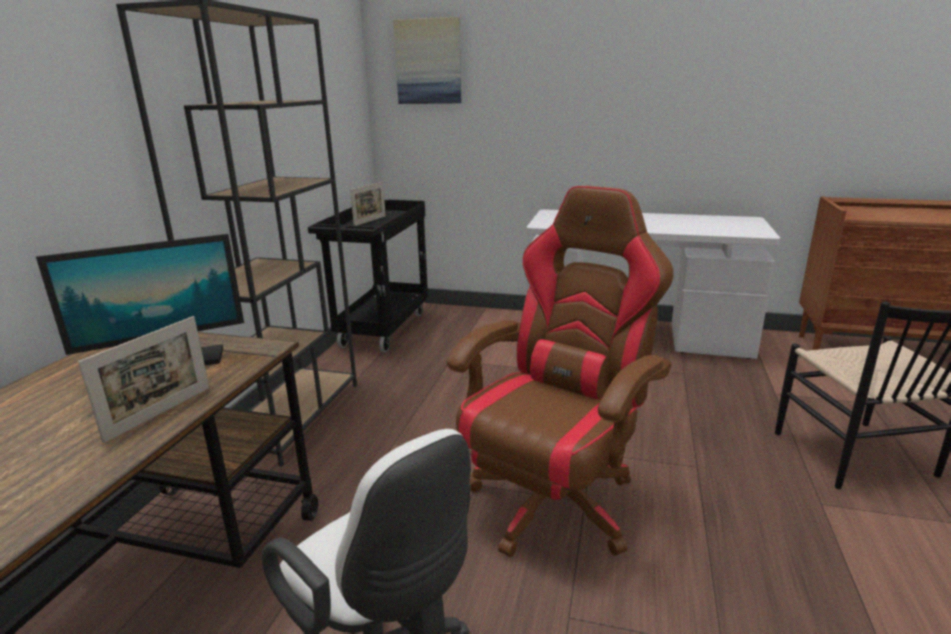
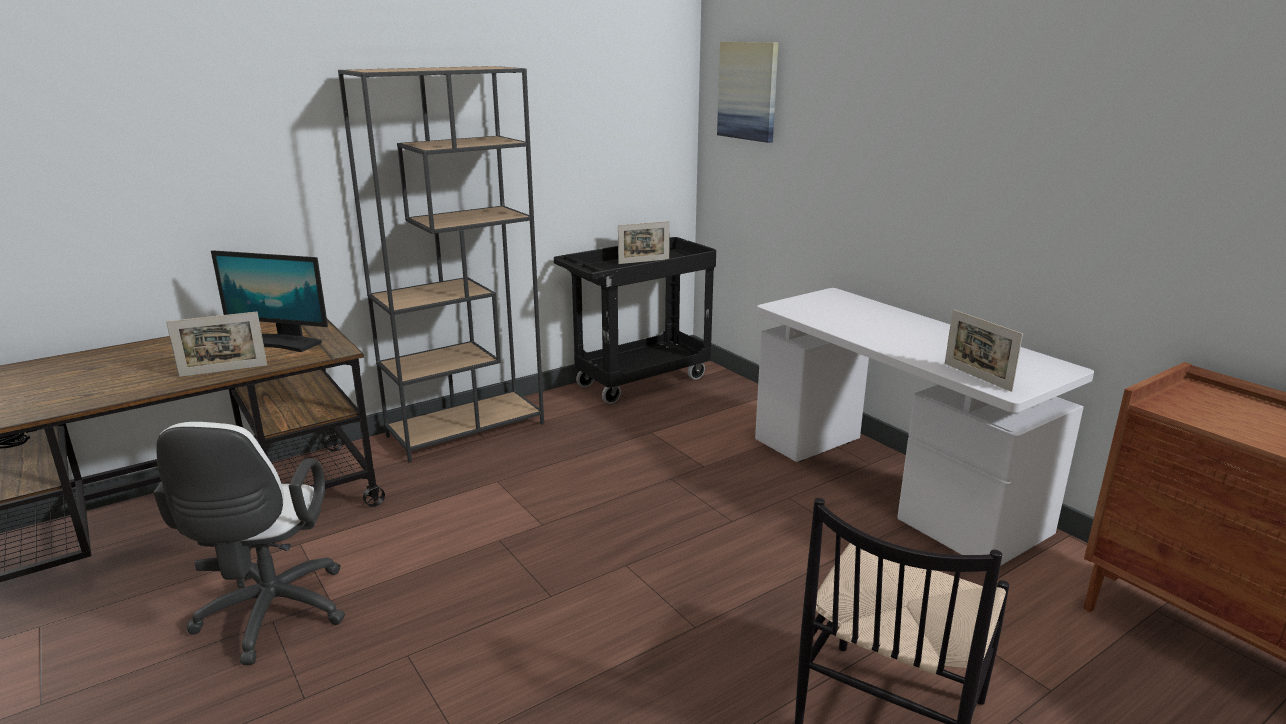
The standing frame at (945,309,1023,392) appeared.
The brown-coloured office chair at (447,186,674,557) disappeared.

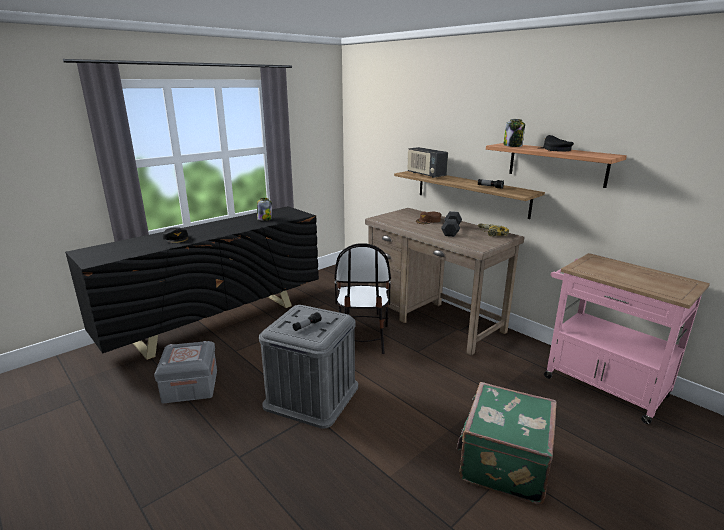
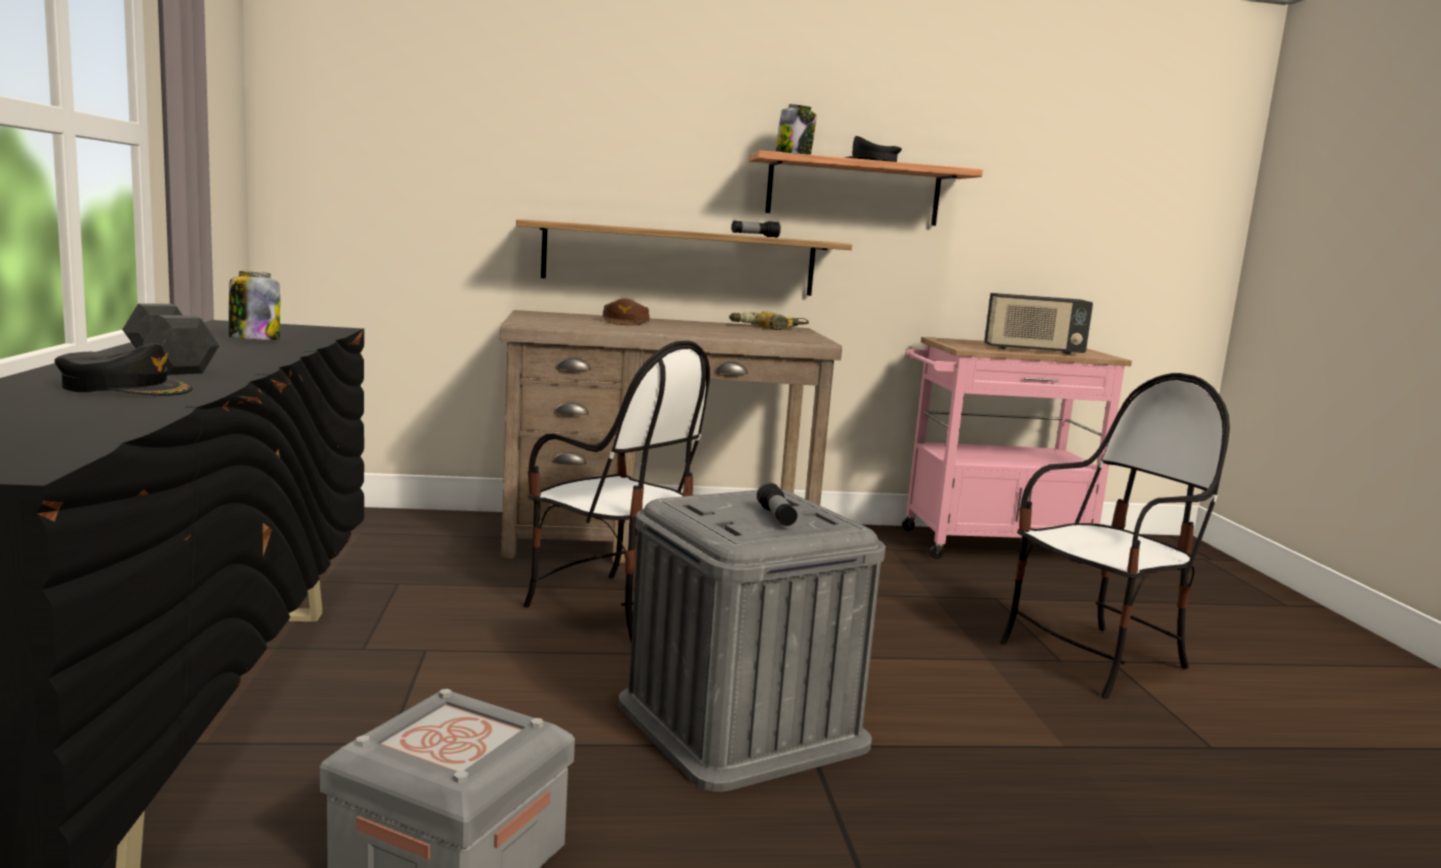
The gray free weight moved from (441,211,462,237) to (122,303,219,375).
The radio moved from (407,147,448,178) to (984,293,1093,355).
The green-coloured travel case at (457,382,557,505) was replaced by the chair at (1000,373,1230,699).

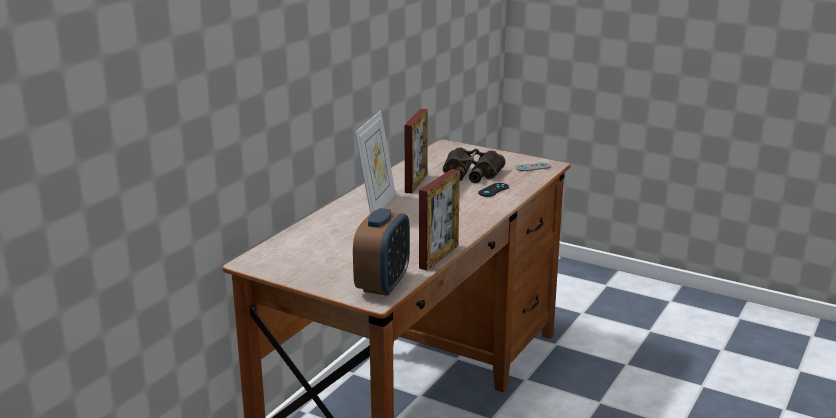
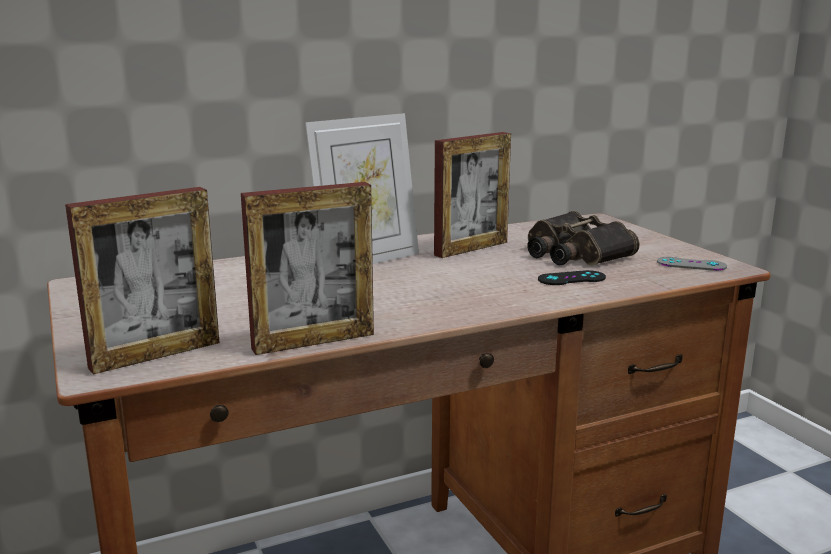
The alarm clock at (353,208,410,296) was replaced by the standing frame at (65,187,220,374).

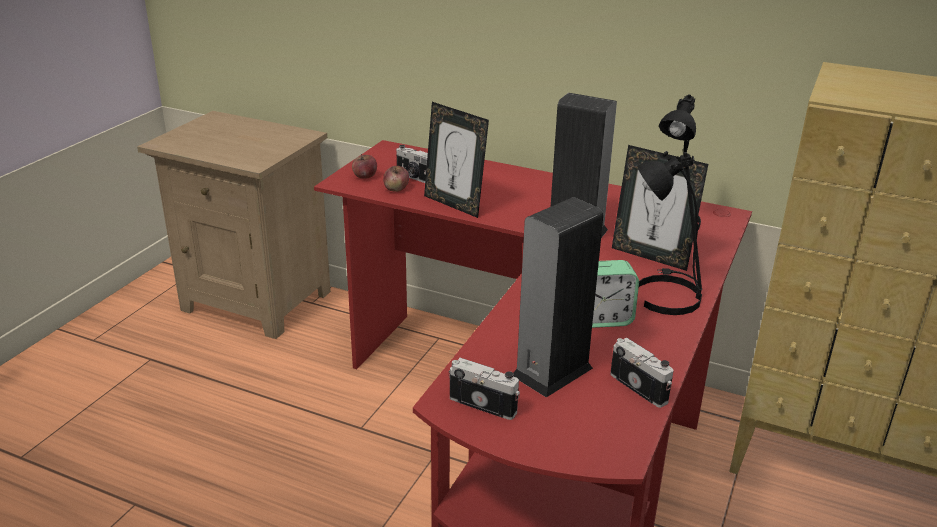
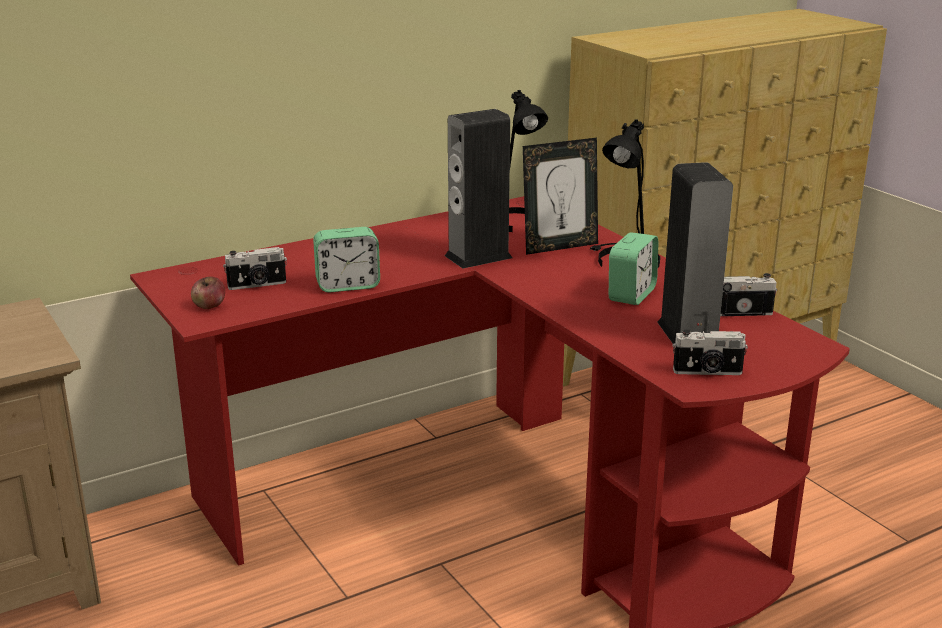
The standing frame at (424,102,489,218) was replaced by the alarm clock at (313,227,380,292).
The still camera at (449,358,520,420) turned 150 degrees counterclockwise.
The whole apple at (383,166,409,192) disappeared.

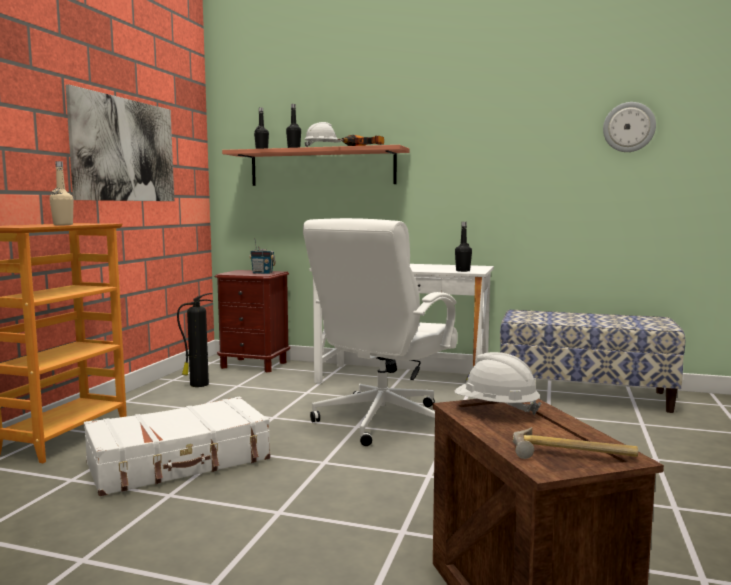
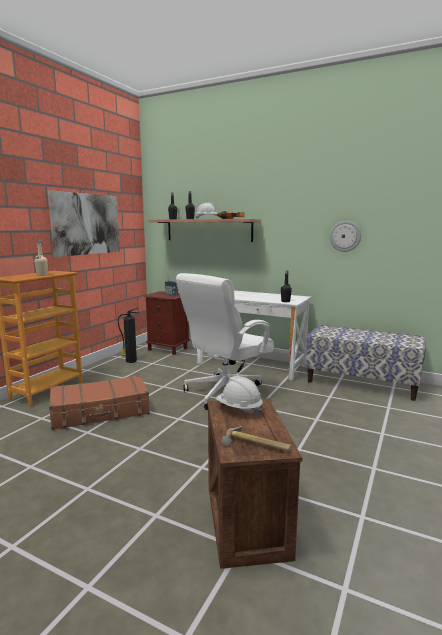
The white travel case at (84,396,270,496) became the brown-coloured travel case at (49,375,150,430).
The clock on the wall moved from (603,102,656,152) to (330,221,361,252).

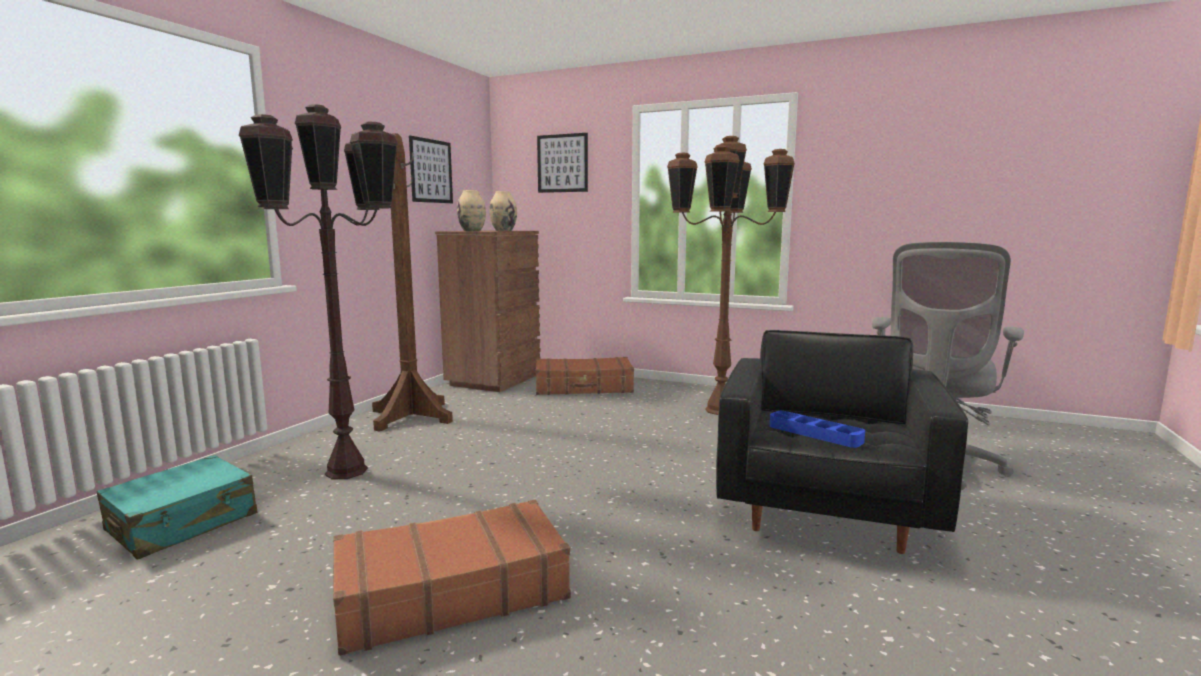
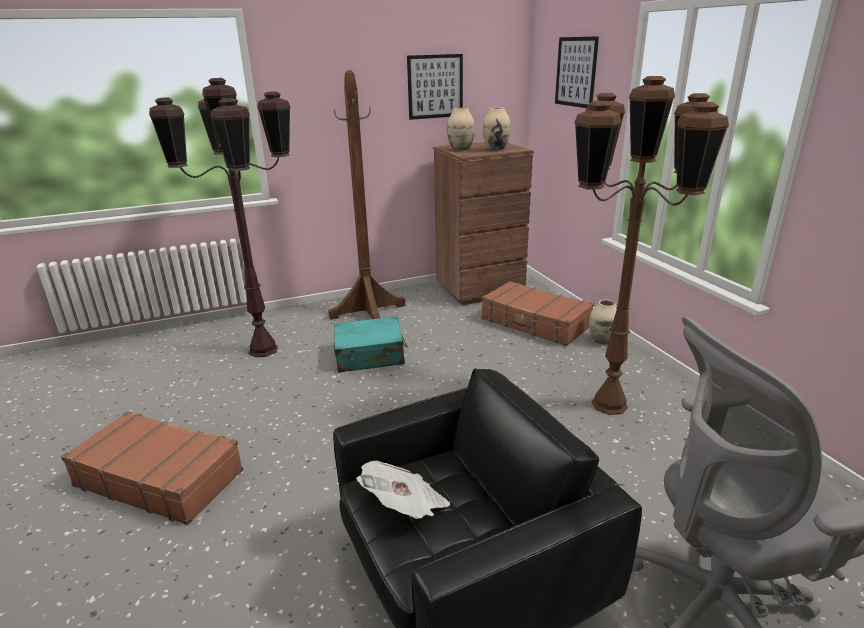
The blue-green travel case moved from (97,455,257,559) to (334,316,408,373).
The bluish tray at (770,411,865,448) was replaced by the newspaper at (356,460,450,519).
The sand-coloured flower vase at (589,300,617,344) appeared.

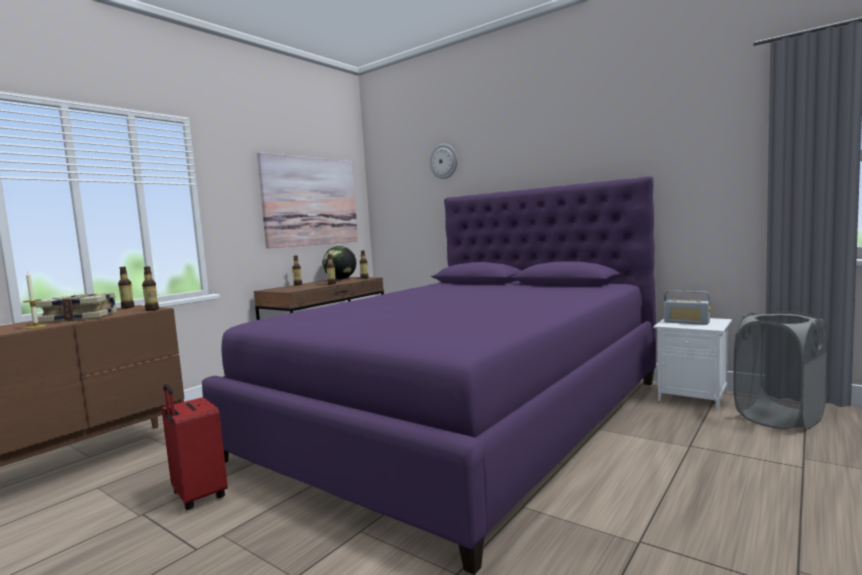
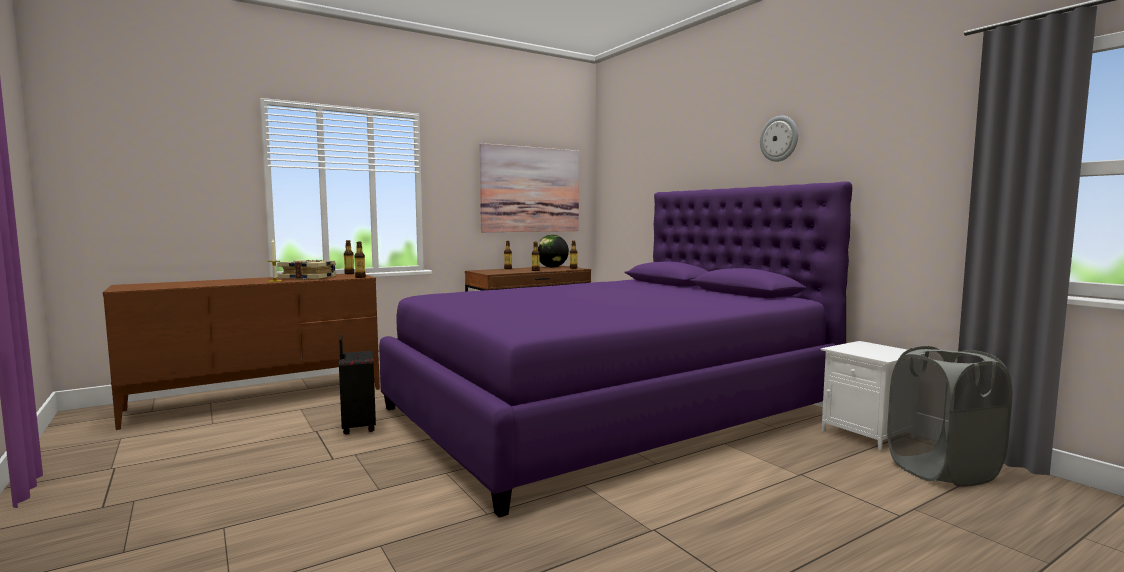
The red travel case at (162,384,228,510) became the blackish travel case at (339,335,376,435).
The clock on the wall moved from (429,144,458,179) to (760,116,798,162).
The radio at (664,291,711,325) disappeared.

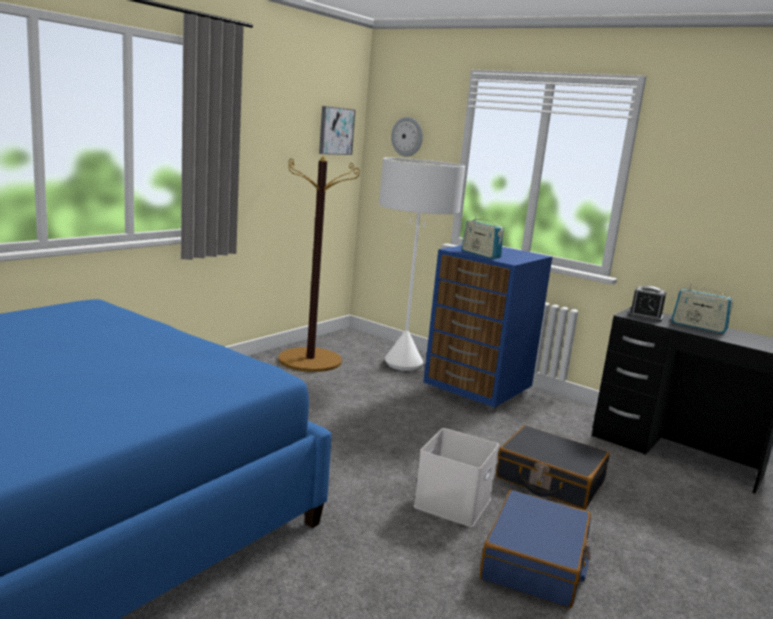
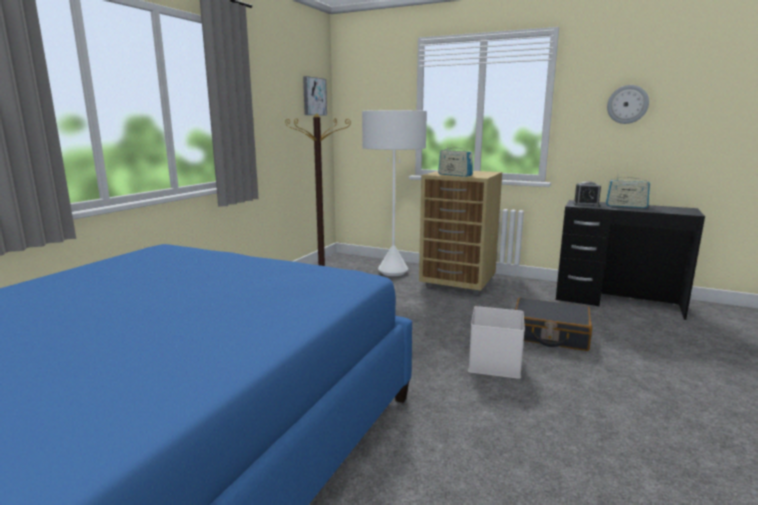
The bluish drawer chest at (424,245,552,412) became the brown-coloured drawer chest at (419,171,502,295).
The clock on the wall moved from (391,117,423,157) to (607,85,649,124).
The bluish travel case at (480,490,591,609) disappeared.

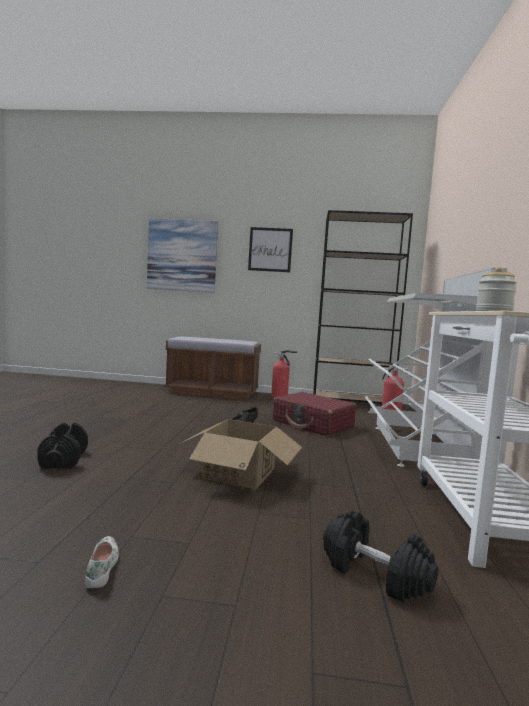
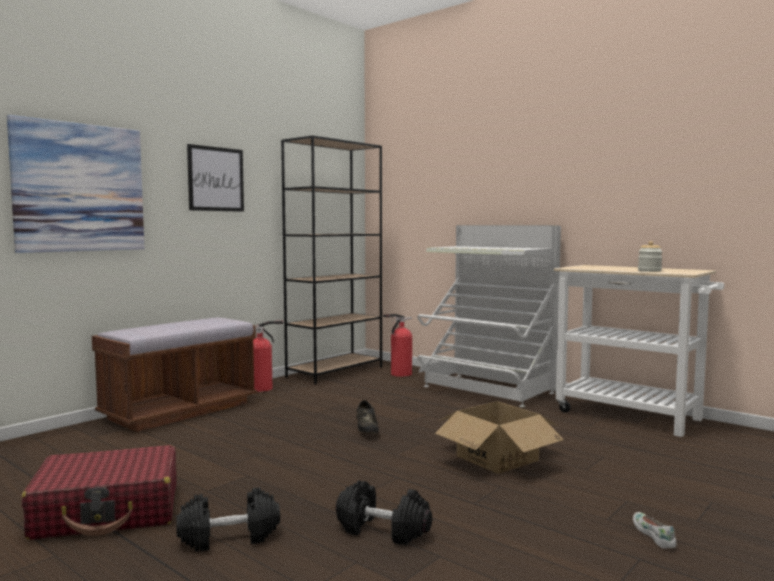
The red travel case moved from (273,392,356,436) to (21,445,177,540).
The blackish free weight moved from (323,511,438,602) to (176,487,280,552).
The white low shoe at (85,536,119,588) turned 60 degrees clockwise.

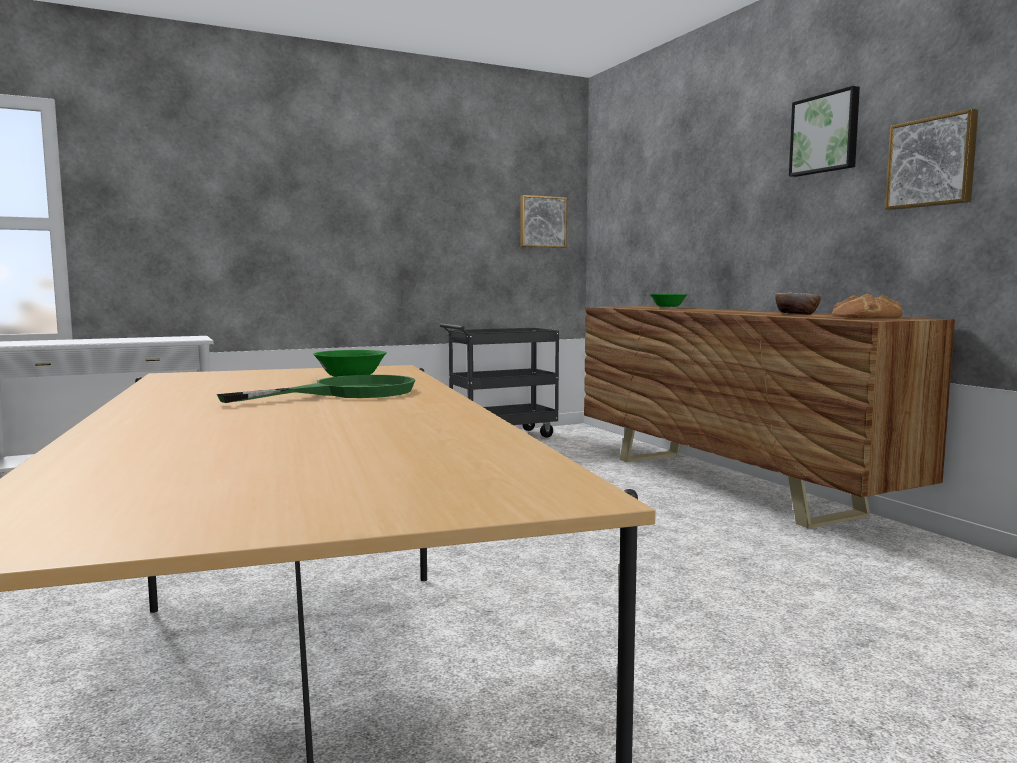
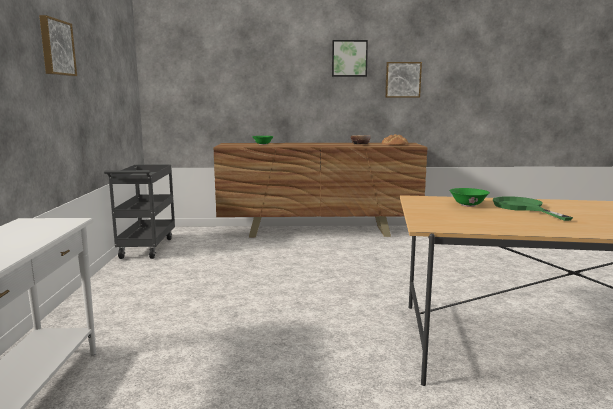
The wall picture moved from (520,195,567,248) to (39,15,77,76).

